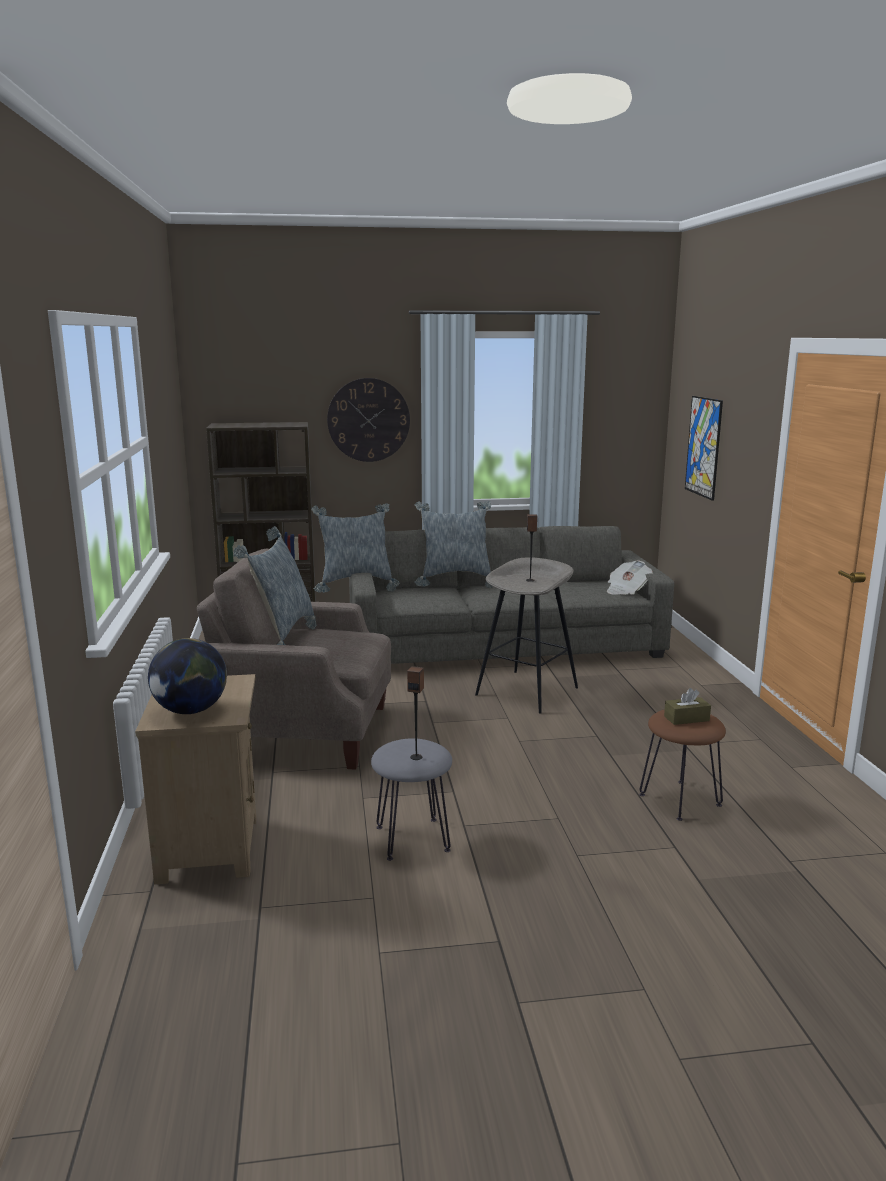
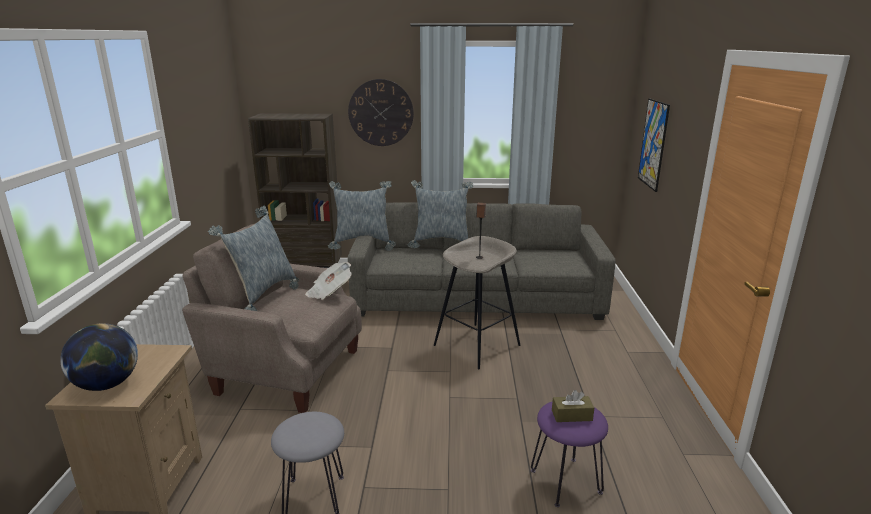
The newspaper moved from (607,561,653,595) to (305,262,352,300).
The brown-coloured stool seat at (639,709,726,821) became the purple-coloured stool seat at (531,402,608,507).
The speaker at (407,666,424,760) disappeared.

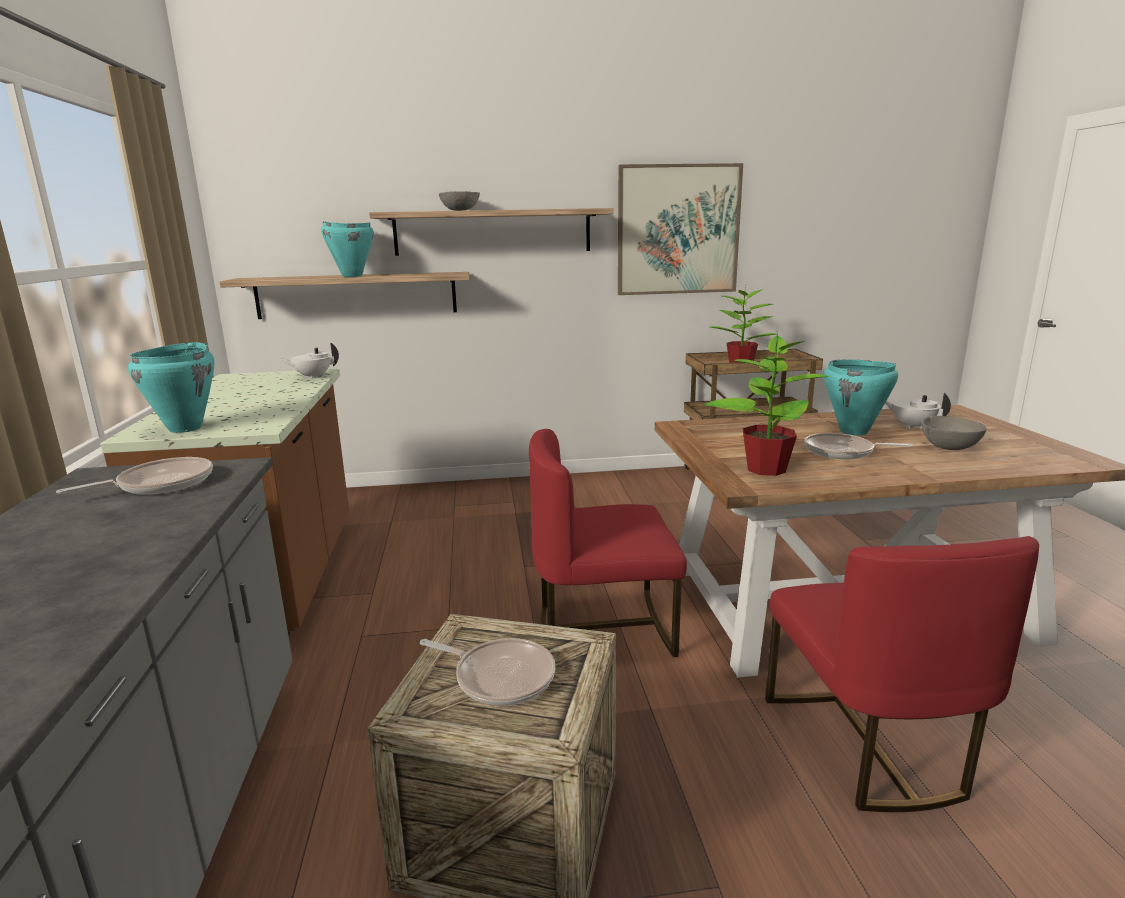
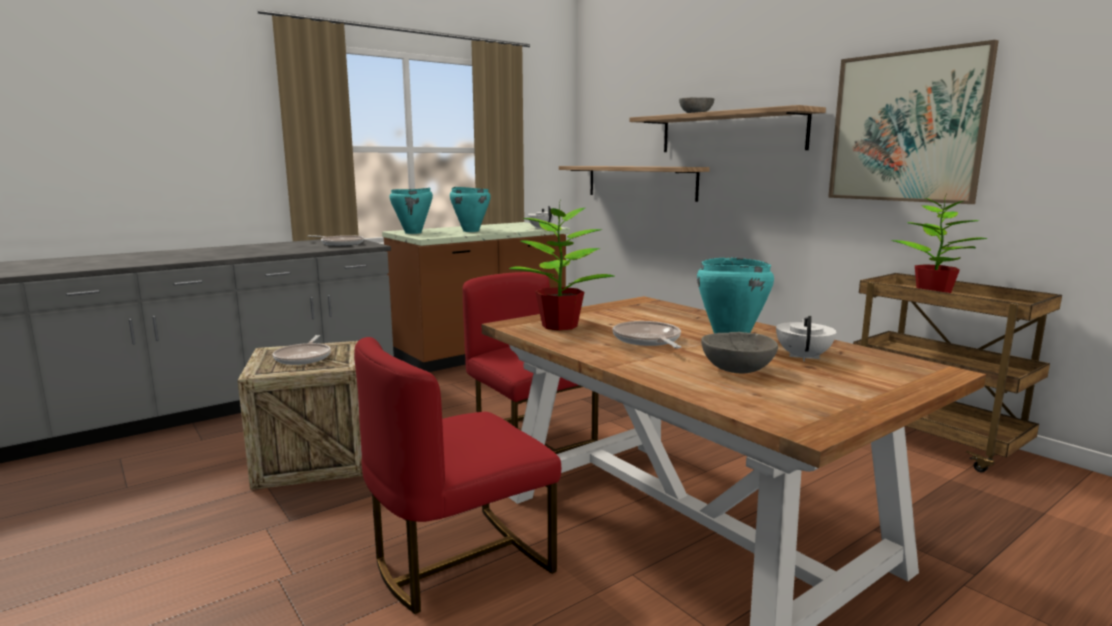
The blue-green cooking pot moved from (321,221,374,277) to (450,187,491,232).

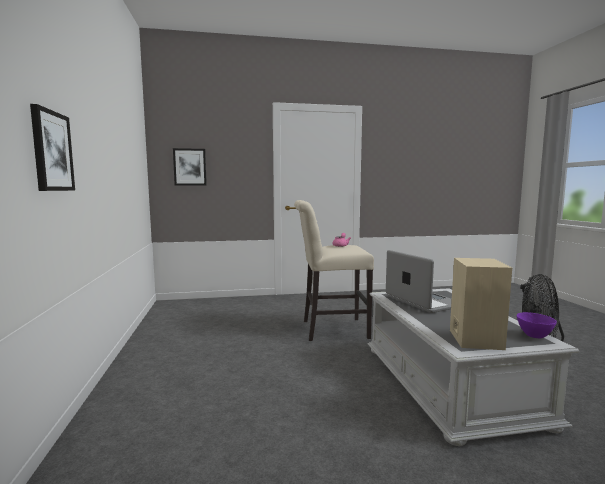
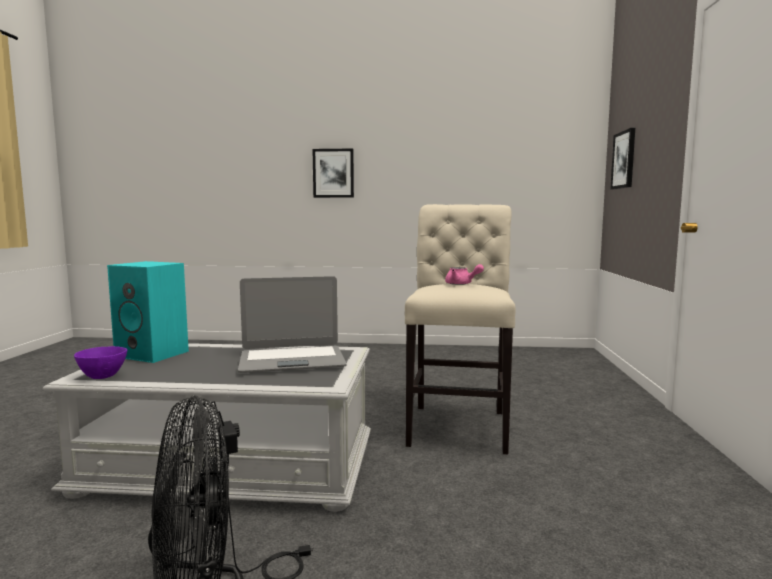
The sand-coloured speaker at (450,258,512,350) became the blue-green speaker at (107,261,189,363).

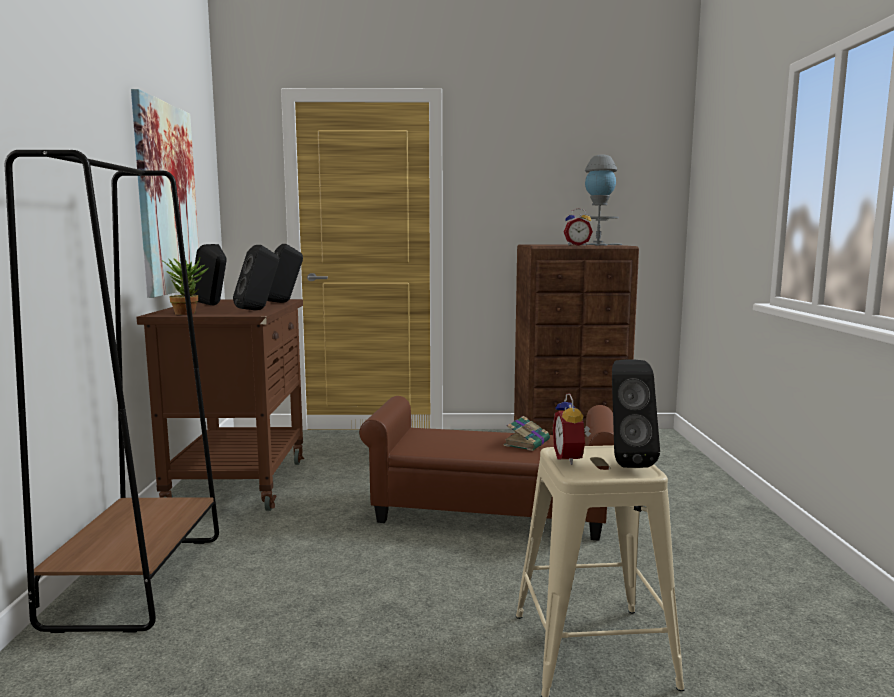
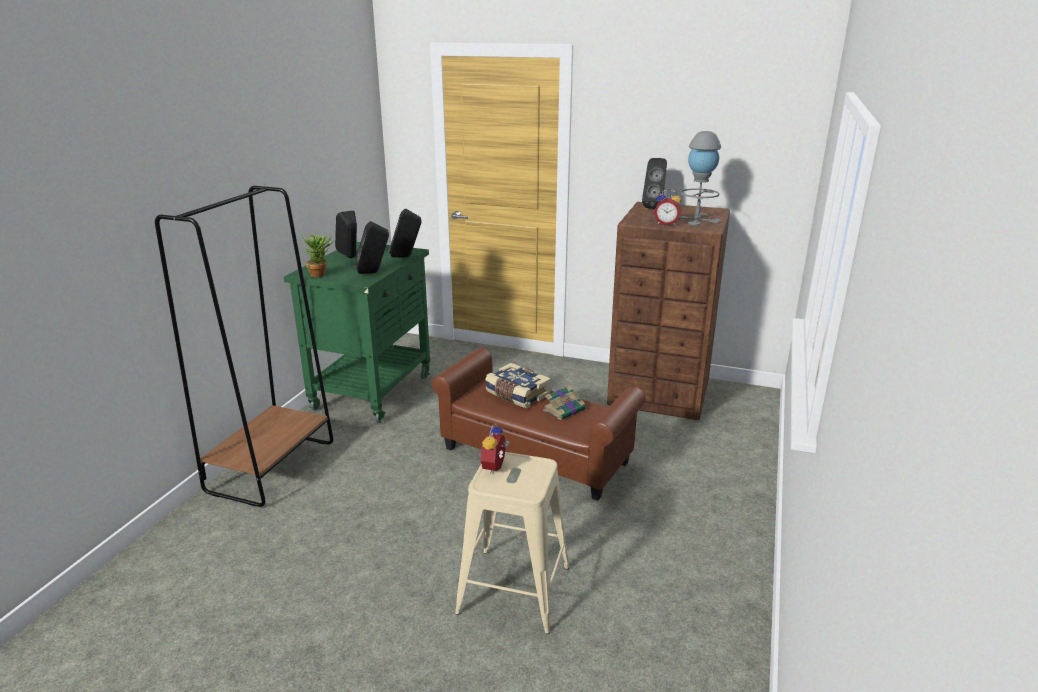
The brown-coloured trolley at (136,299,304,511) became the green-coloured trolley at (284,242,431,423).
The bound book at (485,363,551,408) appeared.
The blackish speaker moved from (612,359,660,468) to (642,158,667,209).
The wall picture at (131,89,199,298) disappeared.

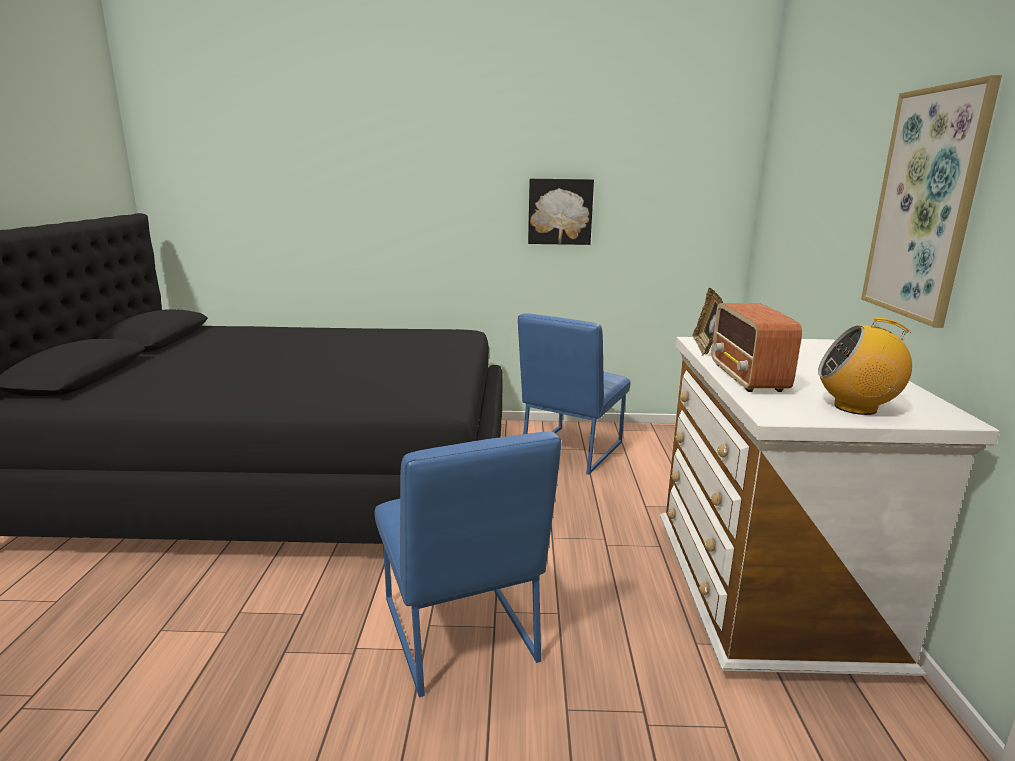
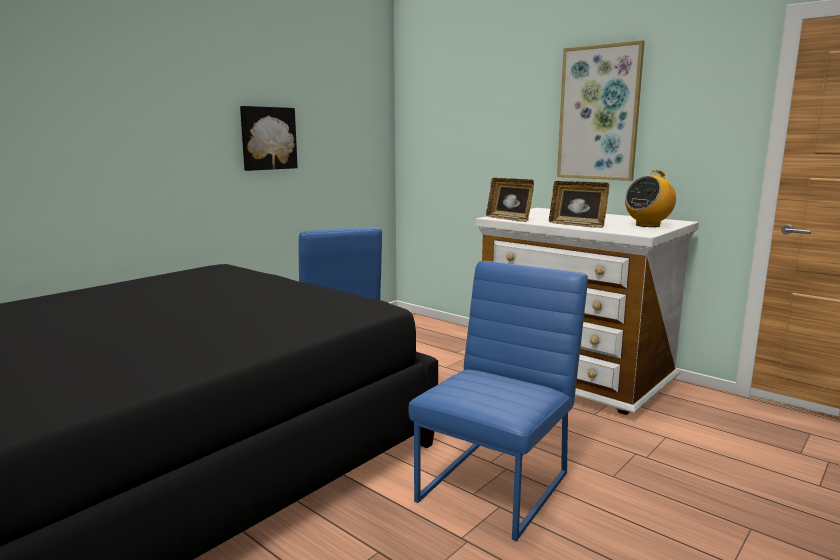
The bluish chair at (375,432,561,697) turned 75 degrees counterclockwise.
The radio at (711,303,802,392) was replaced by the standing frame at (549,181,609,228).

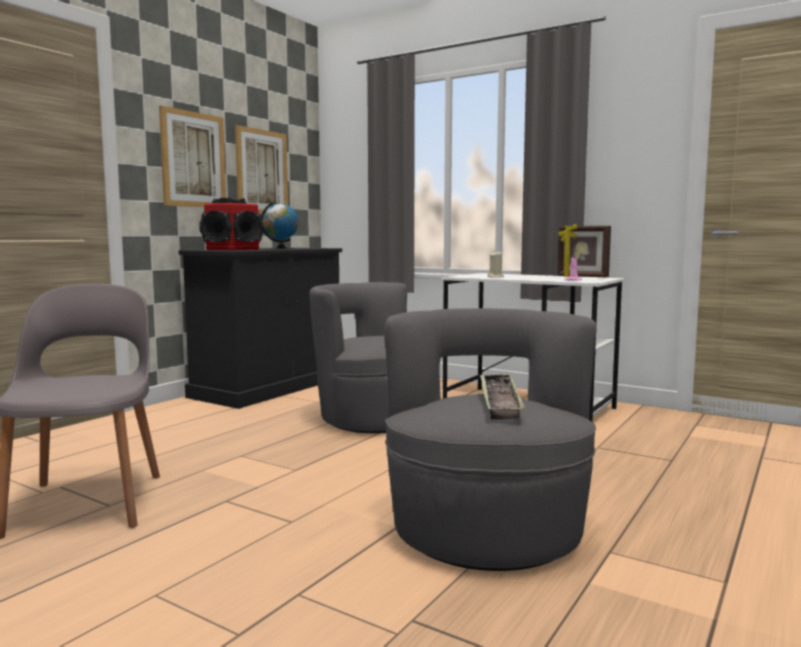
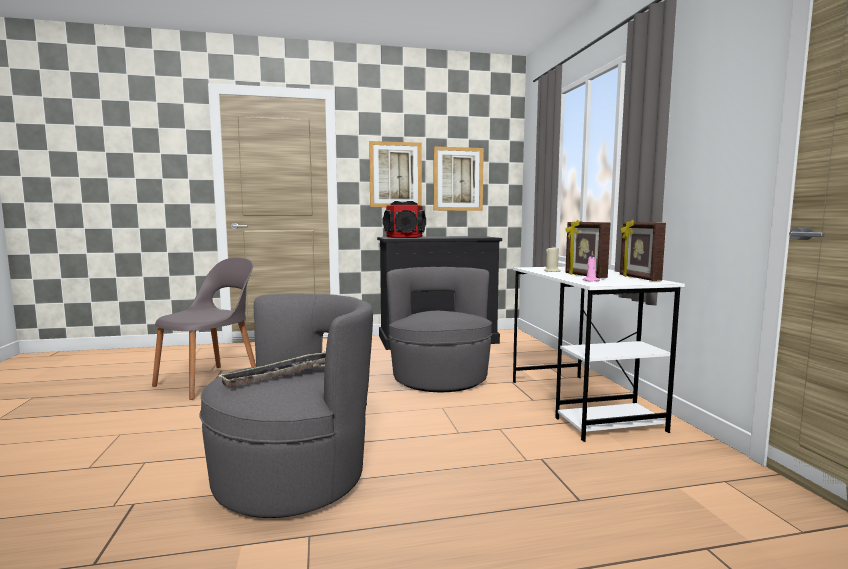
The standing frame at (565,220,610,278) appeared.
The desk globe at (261,202,299,248) disappeared.

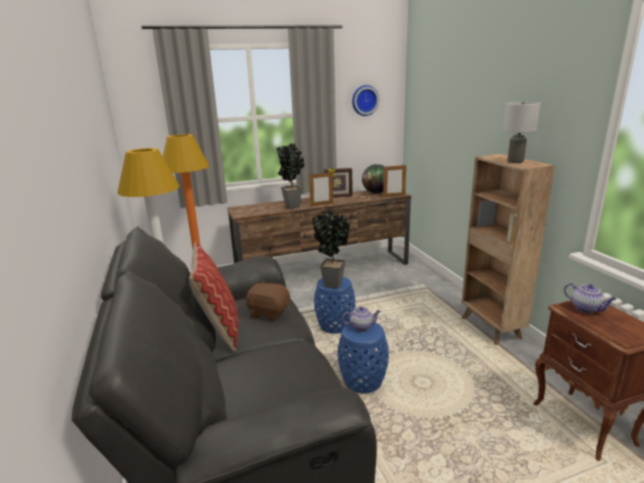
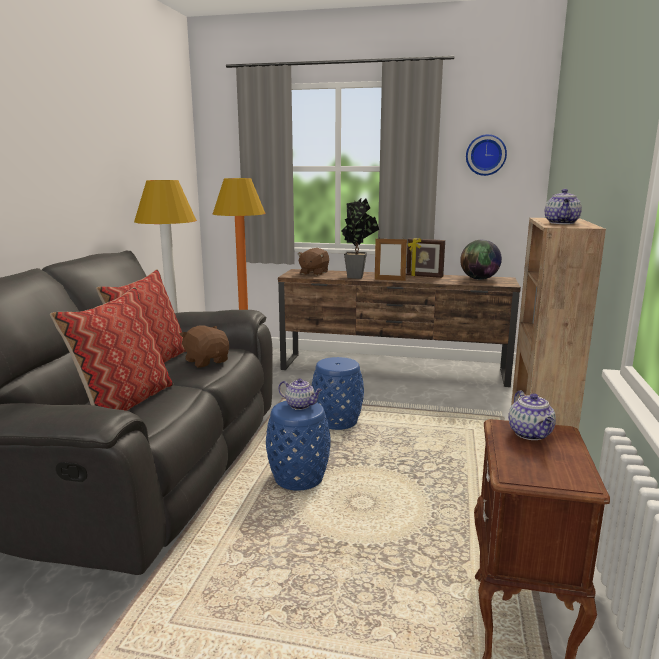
The cushion at (50,287,173,411) appeared.
The brown-coloured cuddly toy at (297,248,329,276) appeared.
The white table lamp at (503,102,541,163) was replaced by the pot for tea at (545,189,582,224).
The plant in a pot at (312,210,350,289) disappeared.
The standing frame at (383,165,406,197) disappeared.

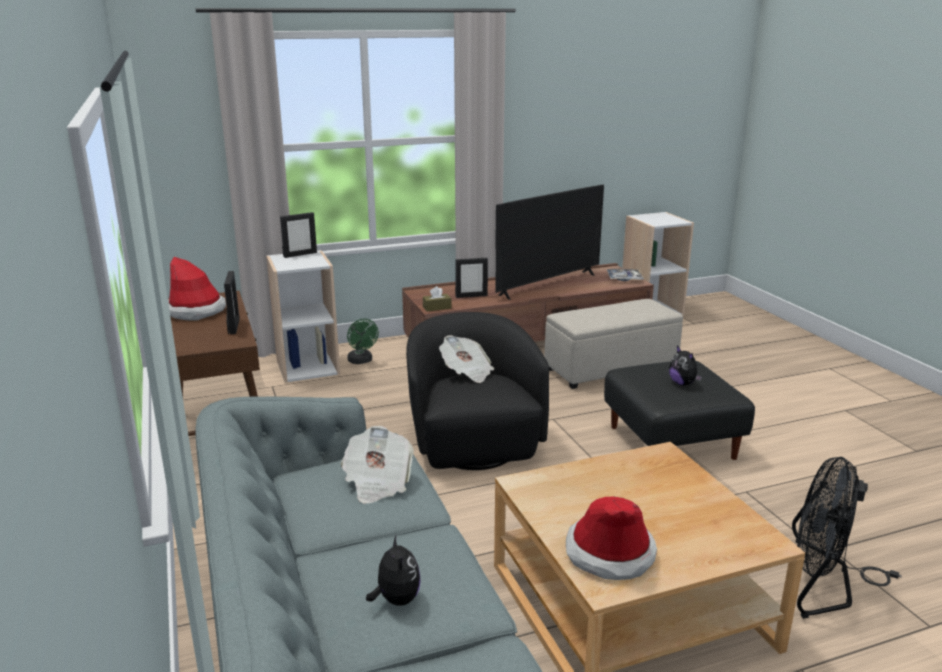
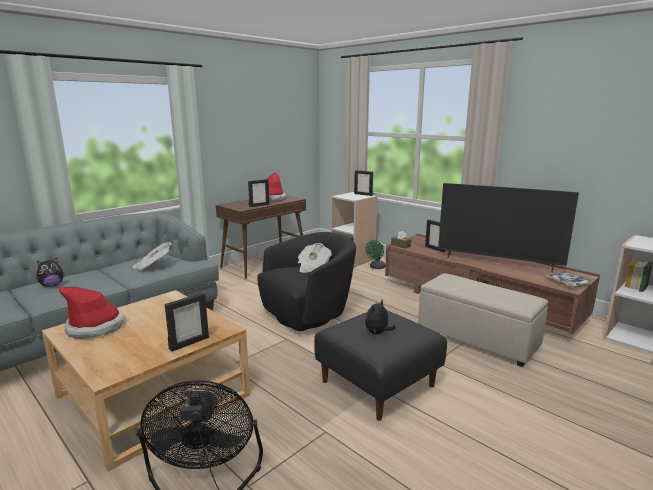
The standing frame at (165,293,209,352) appeared.

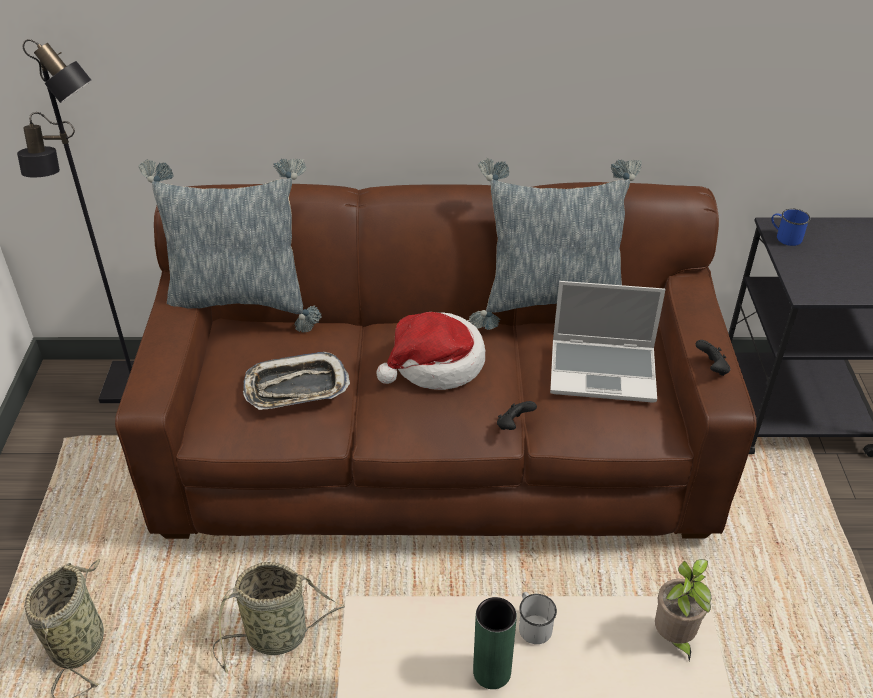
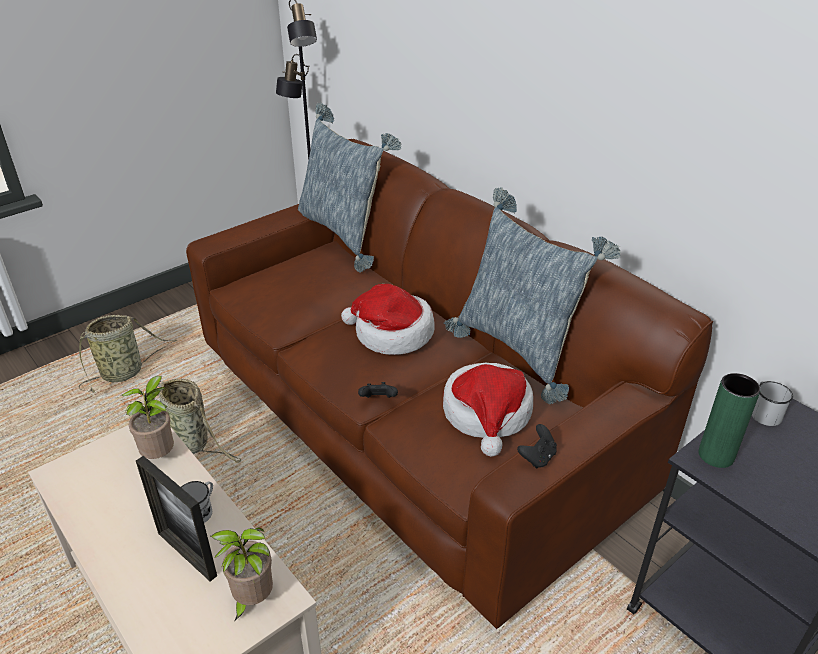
The plant in a pot at (122,376,174,459) appeared.
The standing frame at (136,456,217,582) appeared.
The portable computer at (550,281,666,402) was replaced by the wearable hat at (443,363,533,457).
The green-coloured flower vase moved from (473,597,517,689) to (698,373,761,468).
The bluish tea mug at (771,209,810,246) became the white tea mug at (752,381,793,426).
The tray at (243,352,350,410) disappeared.

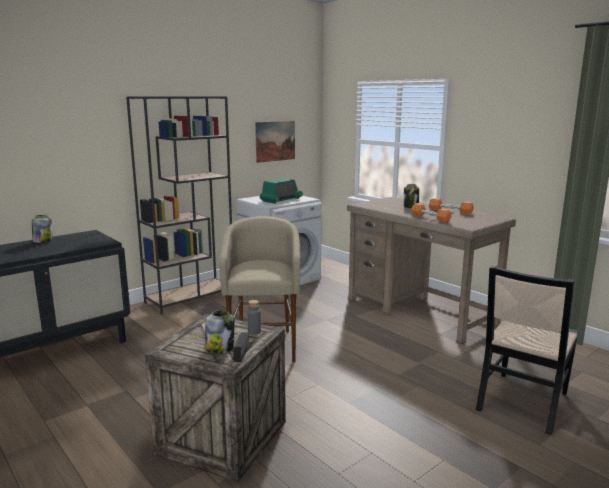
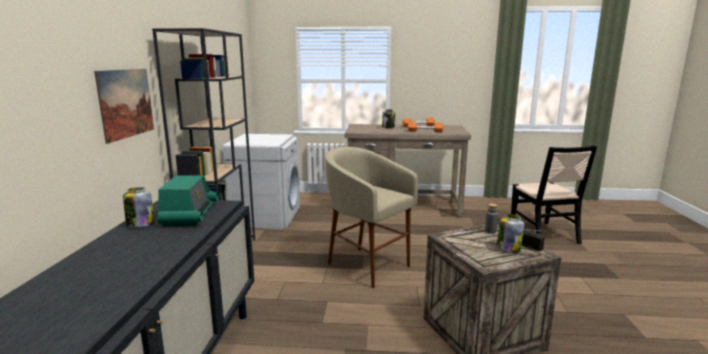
The wall picture moved from (255,121,295,163) to (94,69,154,144).
The radio moved from (260,178,303,204) to (157,175,218,227).

